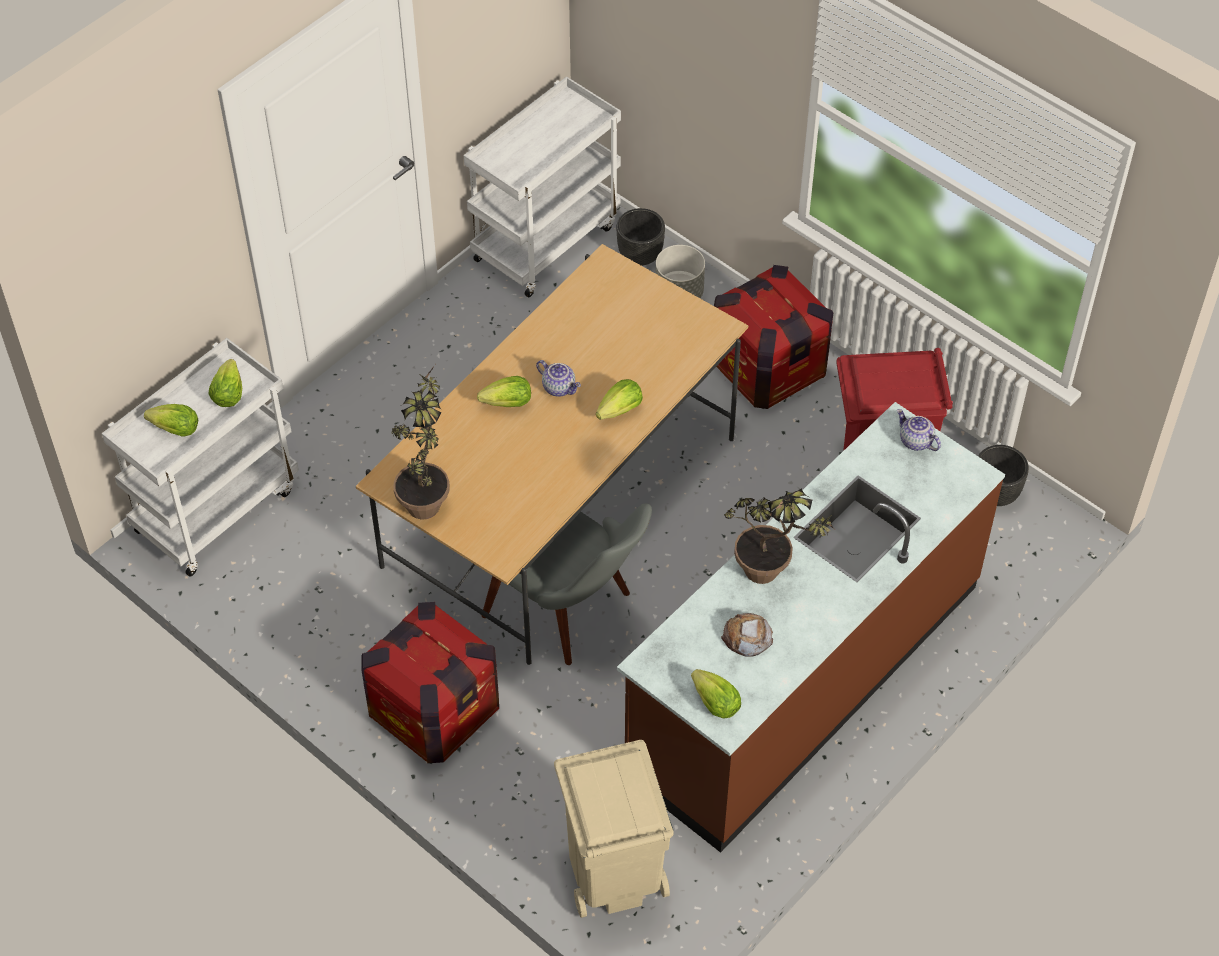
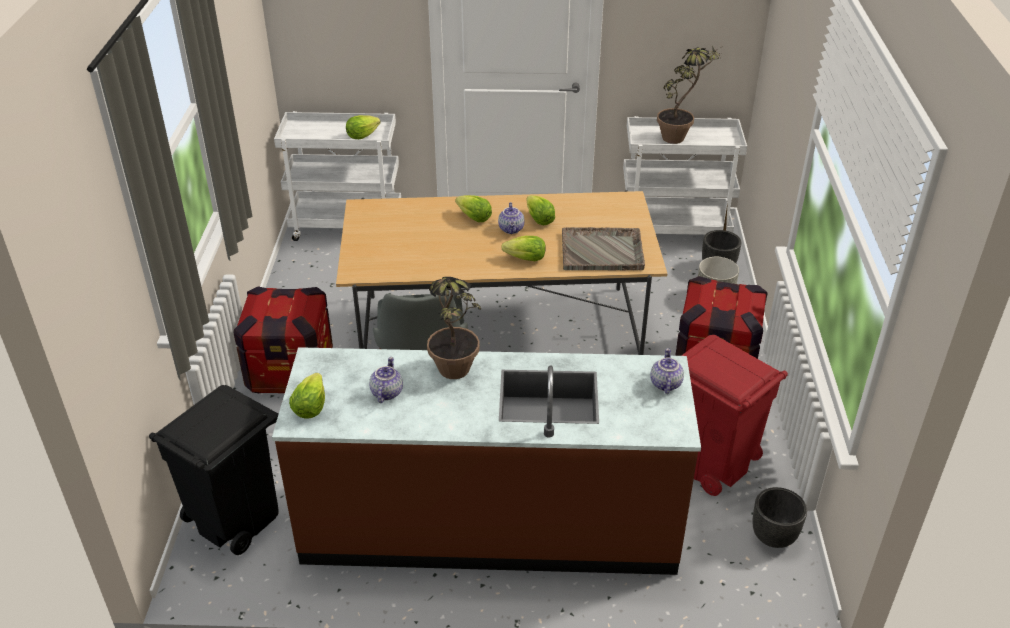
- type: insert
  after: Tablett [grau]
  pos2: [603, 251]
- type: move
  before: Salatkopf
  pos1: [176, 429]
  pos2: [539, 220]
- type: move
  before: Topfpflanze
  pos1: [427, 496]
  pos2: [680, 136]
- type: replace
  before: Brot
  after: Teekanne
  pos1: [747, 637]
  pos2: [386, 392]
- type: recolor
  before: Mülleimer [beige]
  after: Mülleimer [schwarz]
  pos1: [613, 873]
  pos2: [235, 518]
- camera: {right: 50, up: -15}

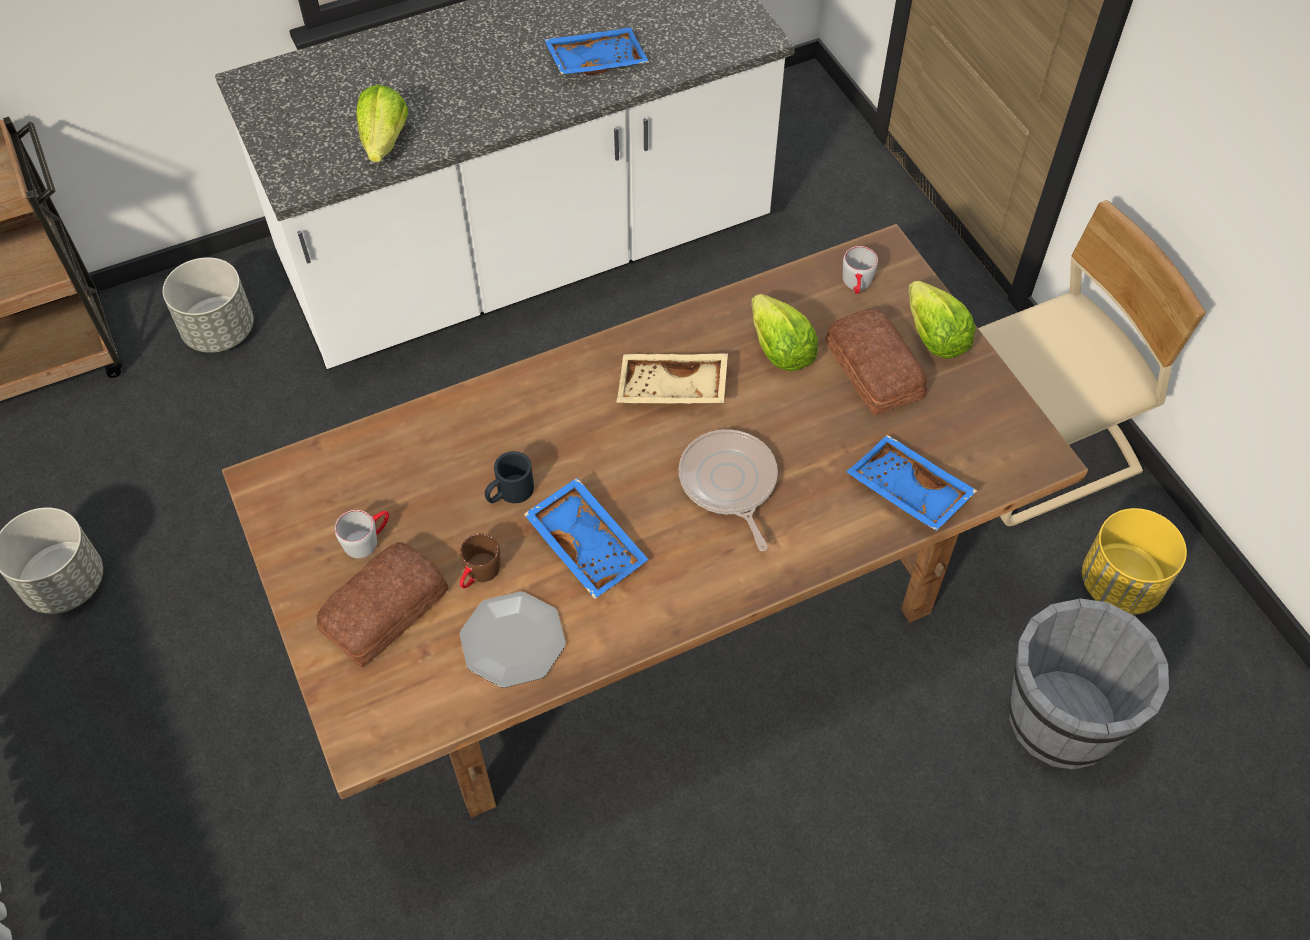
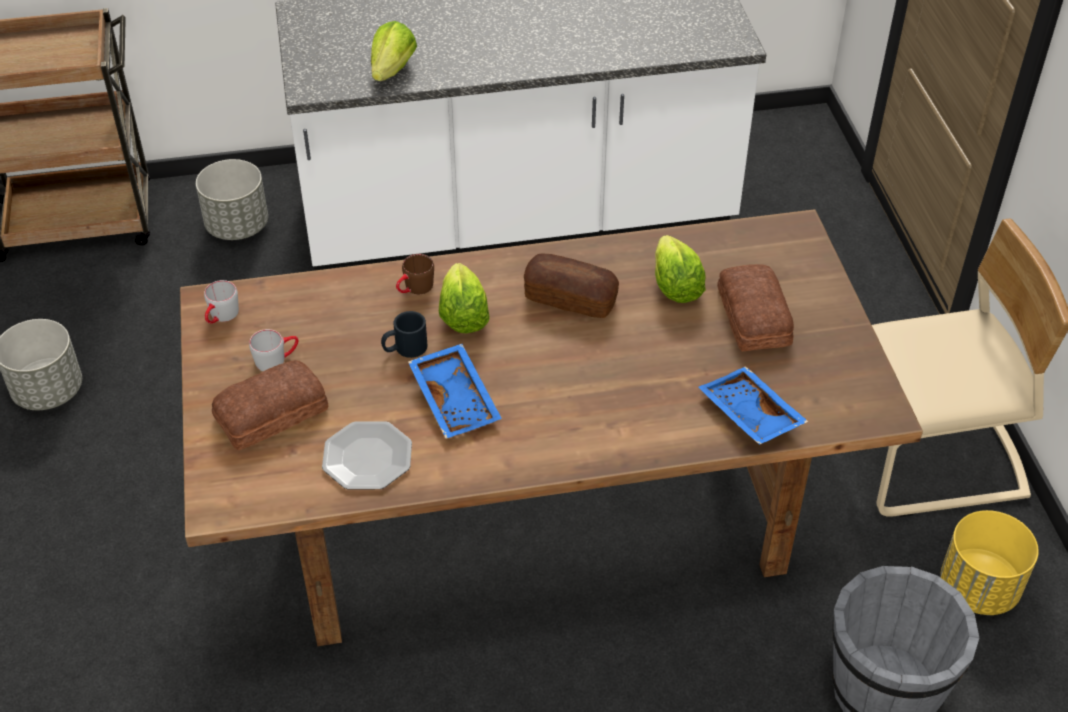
- type: delete
  before: Tablett [blau]
  pos1: [596, 61]
- type: delete
  before: Pfanne
  pos1: [729, 483]
- type: move
  before: Henkelbecher [braun]
  pos1: [479, 575]
  pos2: [414, 289]
- type: move
  before: Henkelbecher [grau]
  pos1: [857, 285]
  pos2: [221, 317]
- type: move
  before: Salatkopf
  pos1: [934, 337]
  pos2: [463, 315]
- type: replace
  before: Tablett [beige]
  after: Brot
  pos1: [672, 390]
  pos2: [570, 299]
- camera: {right: 15, up: -10}

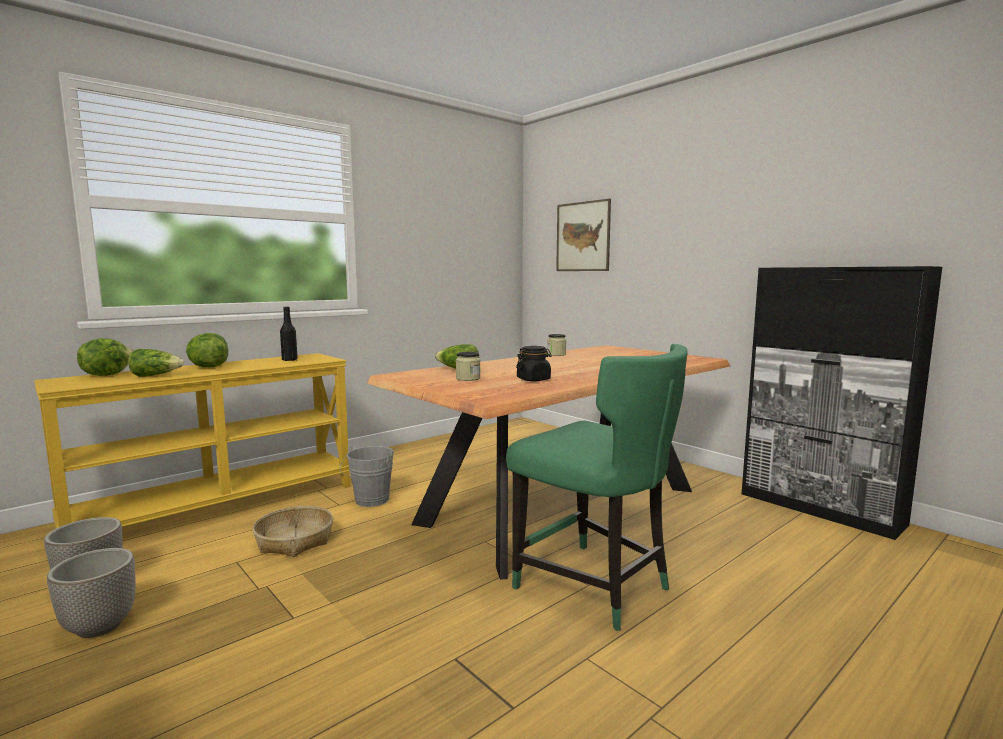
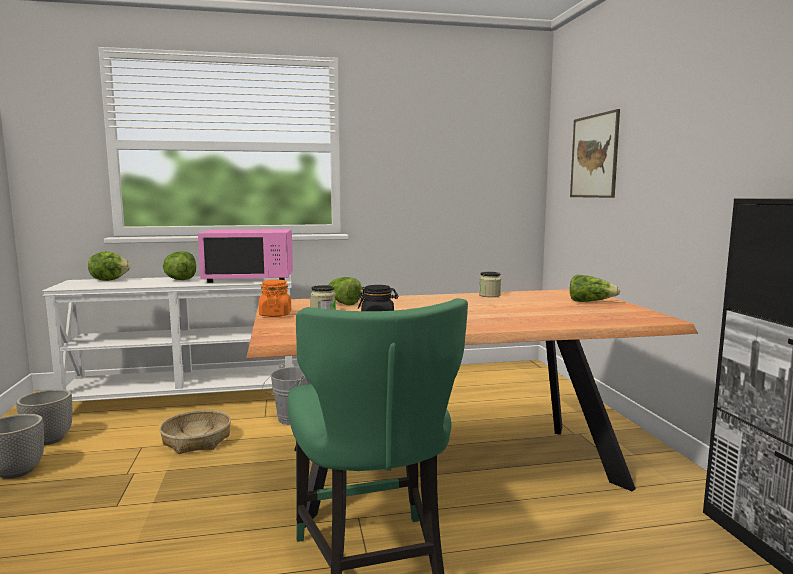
- type: insert
  after: Vorratsglas [orange]
  pos2: [275, 315]
- type: move
  before: Salatkopf
  pos1: [156, 376]
  pos2: [590, 302]
- type: replace
  before: Flasche [schwarz]
  after: Mikrowelle [rosa]
  pos1: [289, 360]
  pos2: [249, 278]
- type: recolor
  before: Konsolentisch [gelb]
  after: Konsolentisch [weiß]
  pos1: [219, 507]
  pos2: [186, 398]
- camera: {right: 30, up: 0}

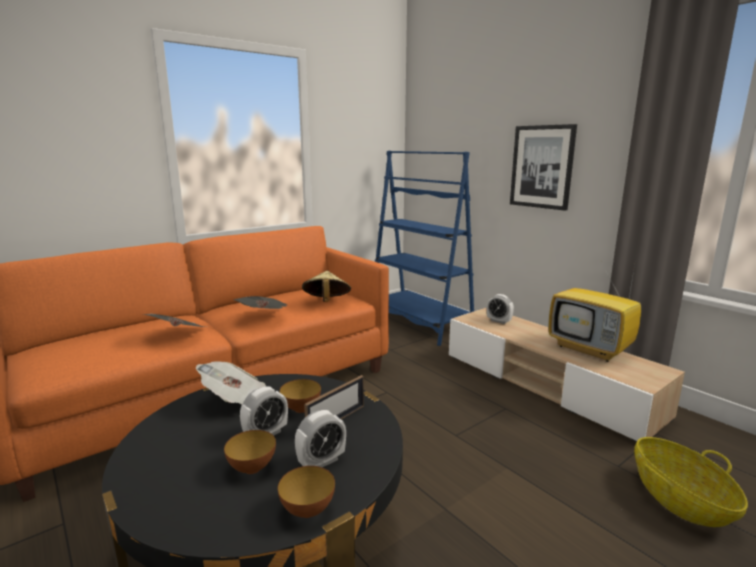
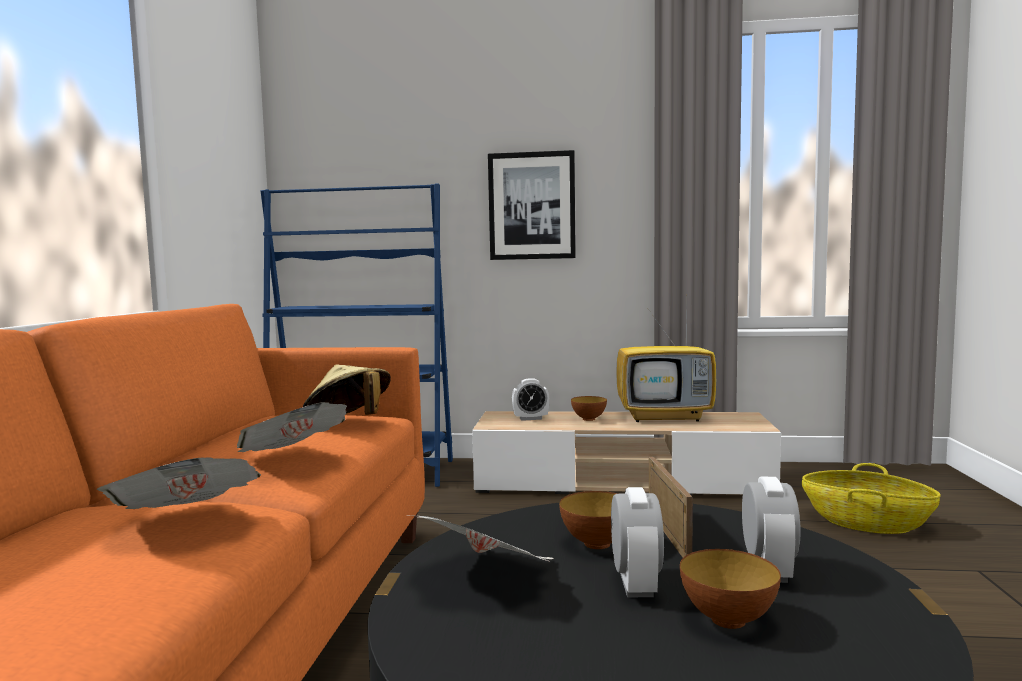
- type: move
  before: Schüssel
  pos1: [307, 510]
  pos2: [589, 419]
- camera: {right: -45, up: -10}

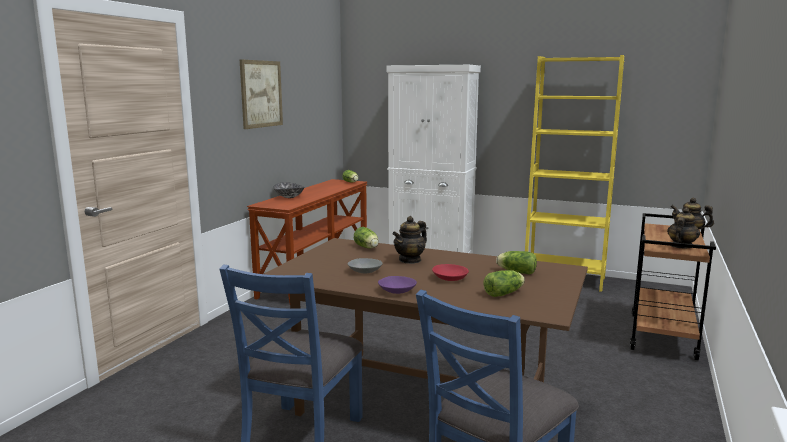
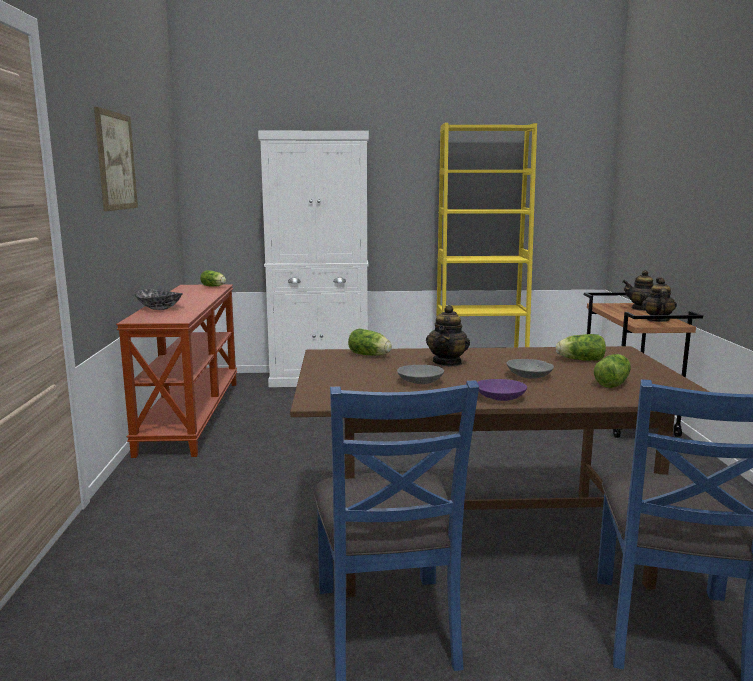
- type: recolor
  before: Schüssel [rot]
  after: Schüssel [grau]
  pos1: [450, 278]
  pos2: [530, 376]
- camera: {right: -25, up: 0}

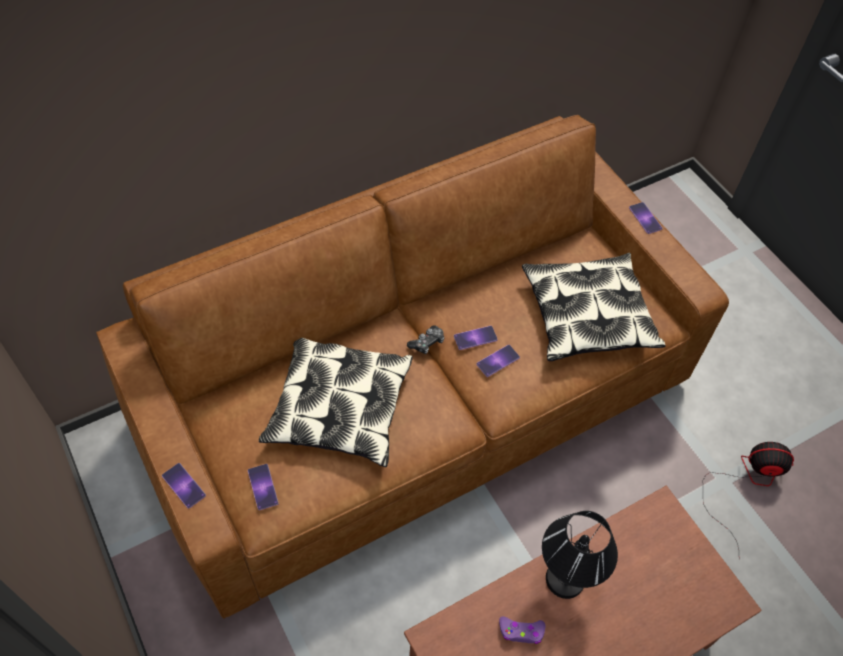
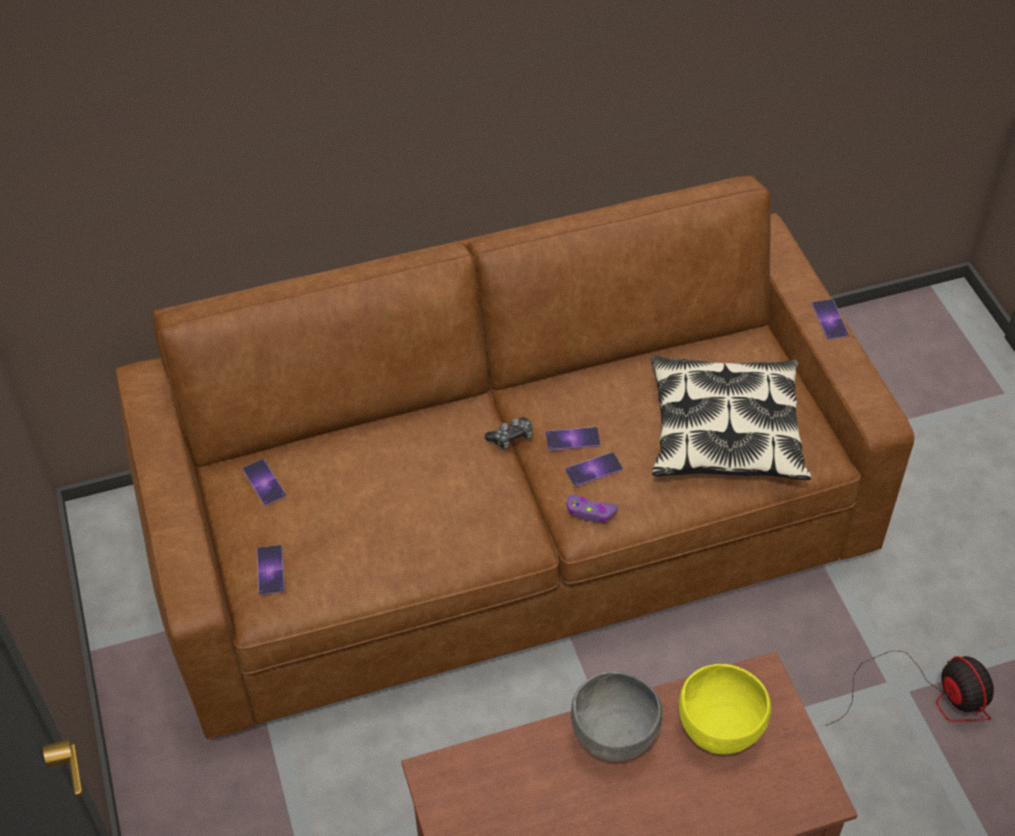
- type: delete
  before: Kissen
  pos1: [339, 408]
- type: insert
  after: Schüssel [gelb]
  pos2: [718, 729]
- type: move
  before: Handy
  pos1: [183, 485]
  pos2: [264, 482]
- type: move
  before: Gamepad [lila]
  pos1: [521, 632]
  pos2: [590, 512]
- type: replace
  before: Tischlampe [schwarz]
  after: Schüssel [grau]
  pos1: [564, 579]
  pos2: [613, 737]
- type: rotate
  before: Ventilator
  pos1: [746, 484]
  pos2: [928, 696]
  turn: 45
- camera: {right: 15, up: -5}

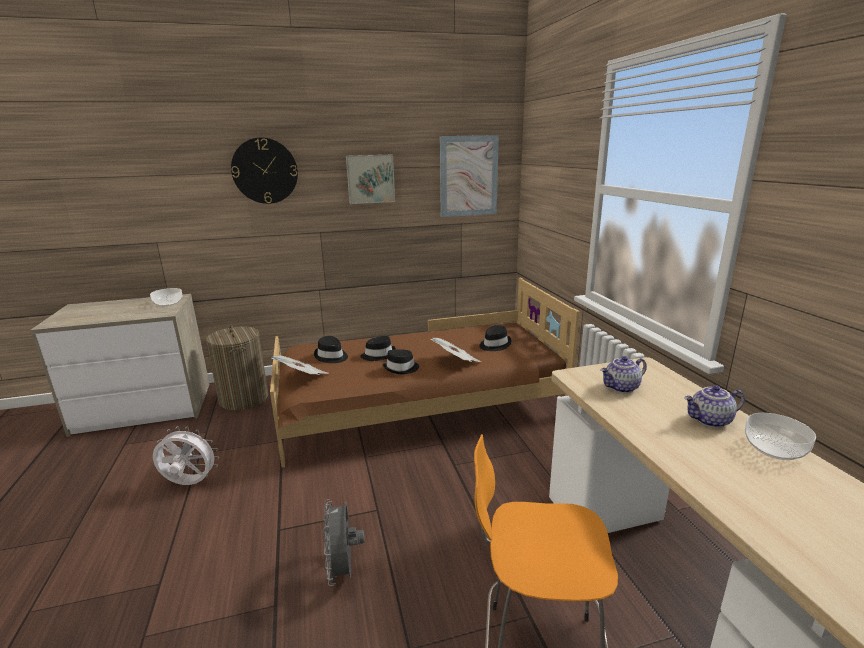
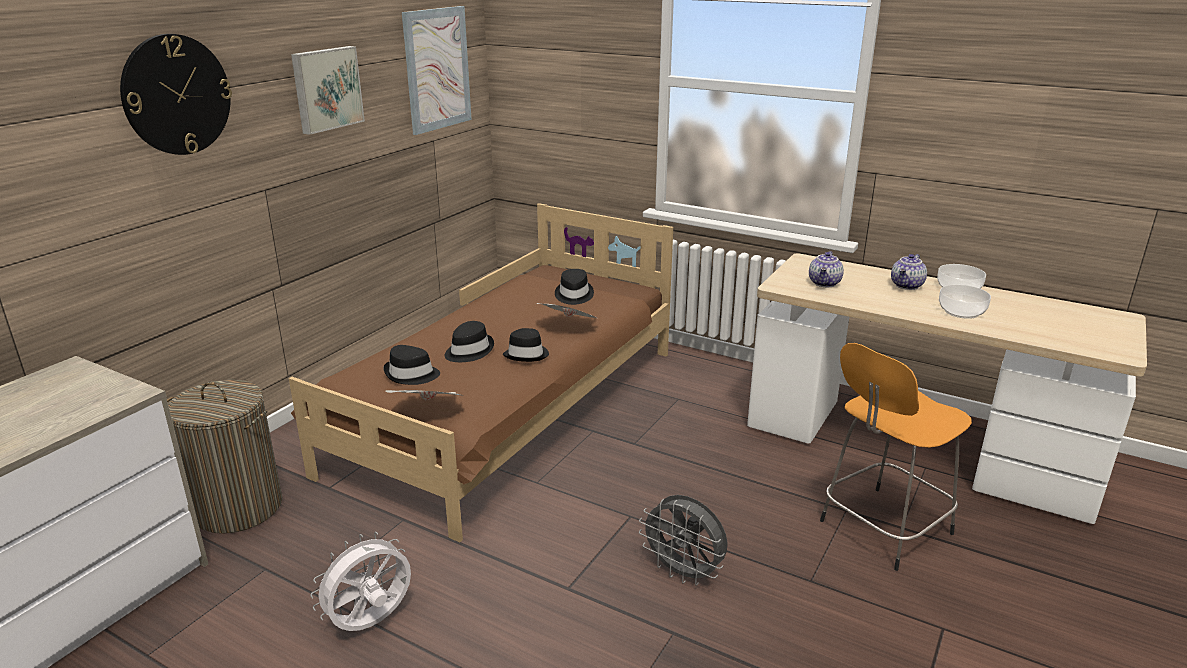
- type: move
  before: Schüssel
  pos1: [168, 303]
  pos2: [962, 311]
- camera: {right: -45, up: 5}

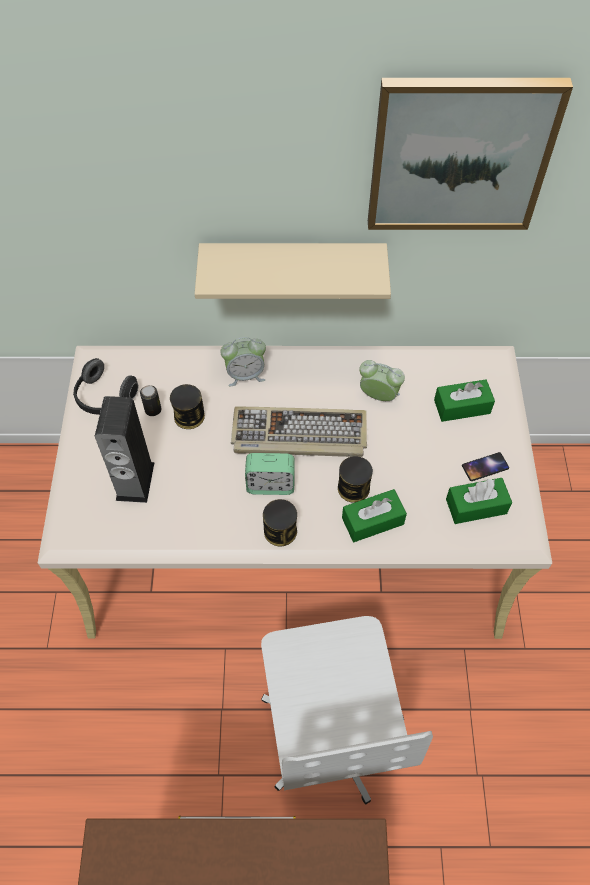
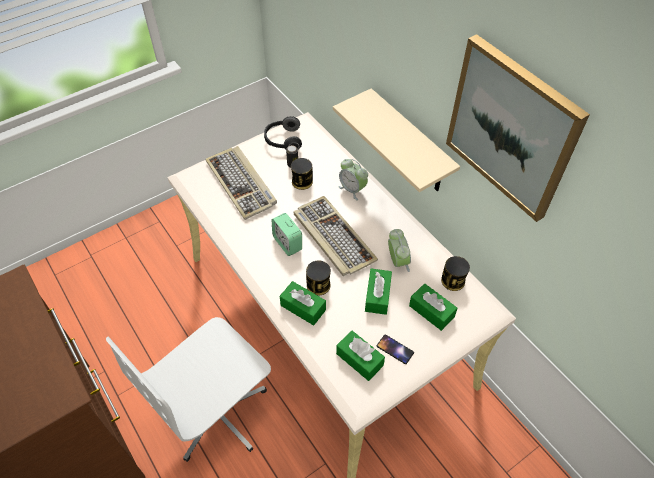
- type: insert
  after: Taschentuchbox [grün]
  pos2: [377, 296]
- type: move
  before: Dose
  pos1: [280, 531]
  pos2: [453, 281]
- type: replace
  before: Lautsprecher
  after: Tastatur
  pos1: [135, 481]
  pos2: [242, 184]
- camera: {right: 55, up: -5}

